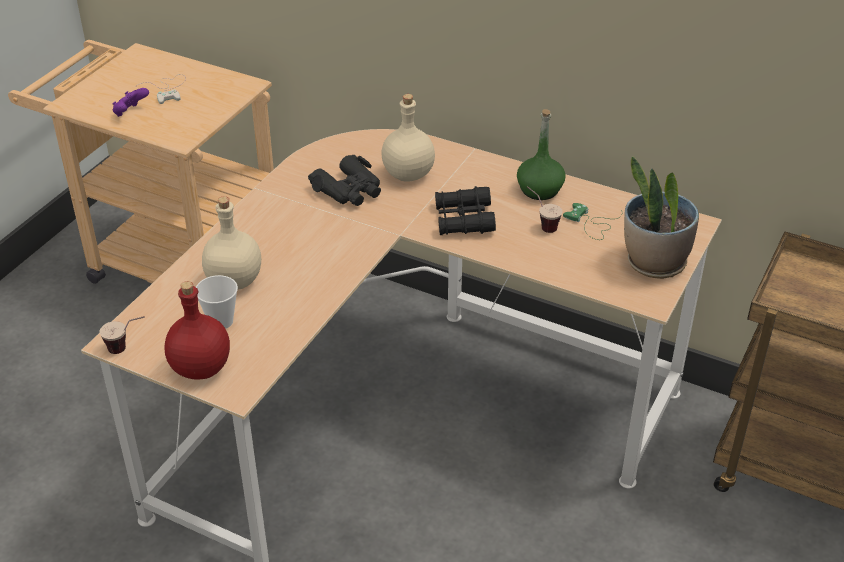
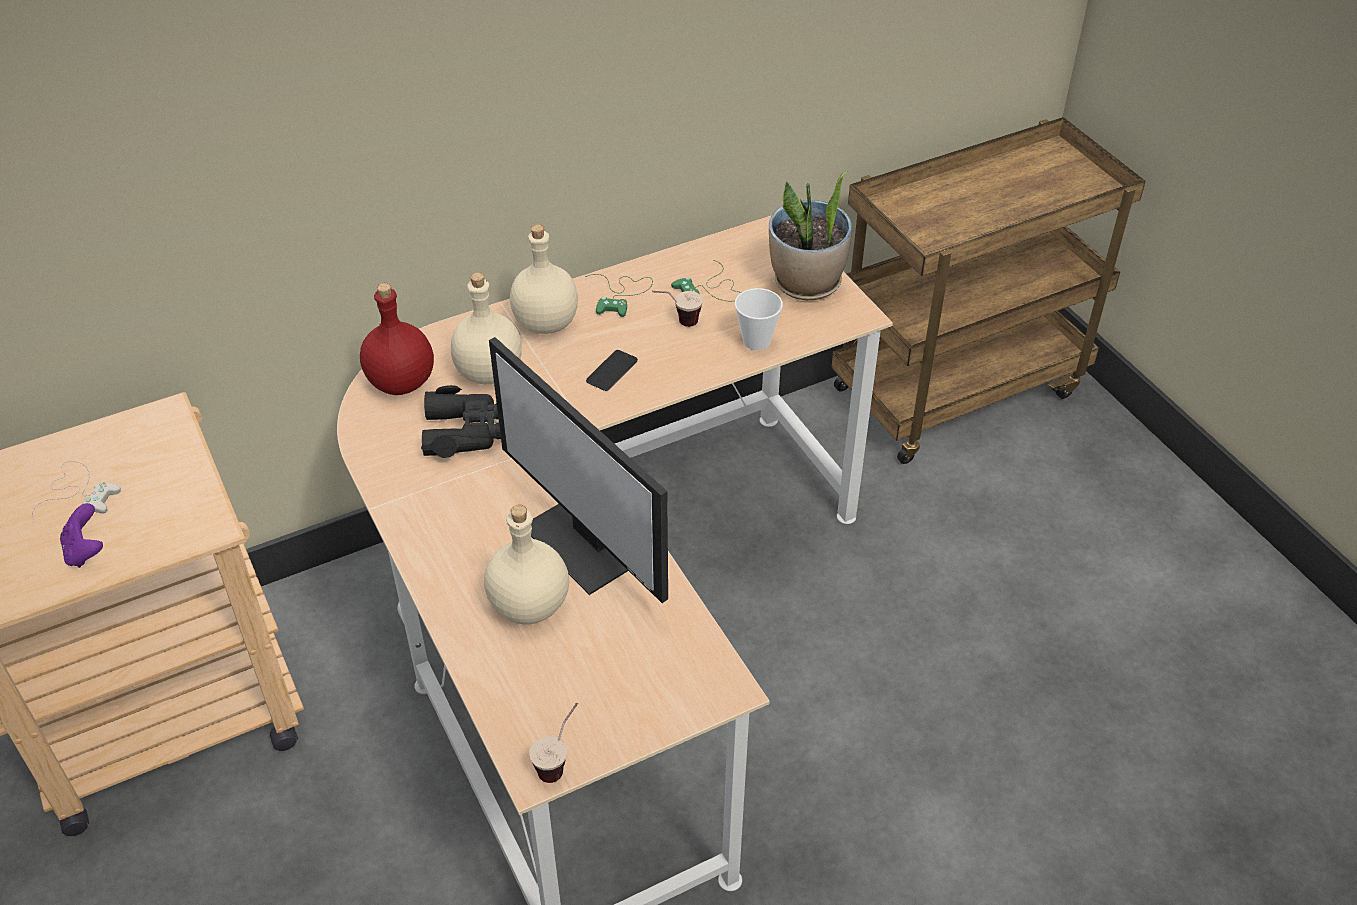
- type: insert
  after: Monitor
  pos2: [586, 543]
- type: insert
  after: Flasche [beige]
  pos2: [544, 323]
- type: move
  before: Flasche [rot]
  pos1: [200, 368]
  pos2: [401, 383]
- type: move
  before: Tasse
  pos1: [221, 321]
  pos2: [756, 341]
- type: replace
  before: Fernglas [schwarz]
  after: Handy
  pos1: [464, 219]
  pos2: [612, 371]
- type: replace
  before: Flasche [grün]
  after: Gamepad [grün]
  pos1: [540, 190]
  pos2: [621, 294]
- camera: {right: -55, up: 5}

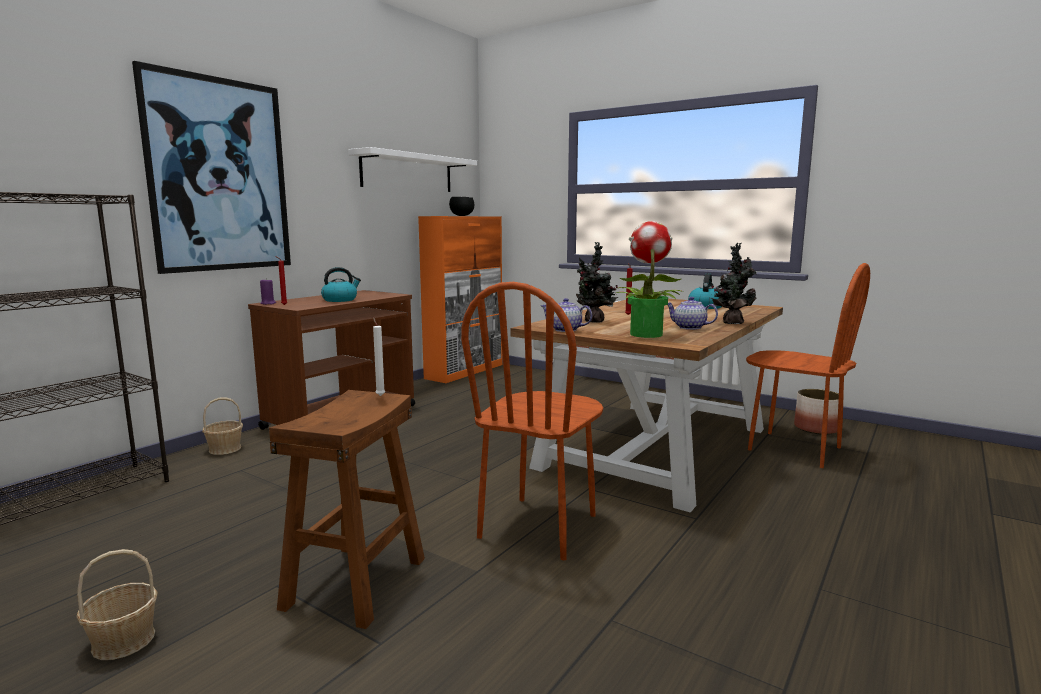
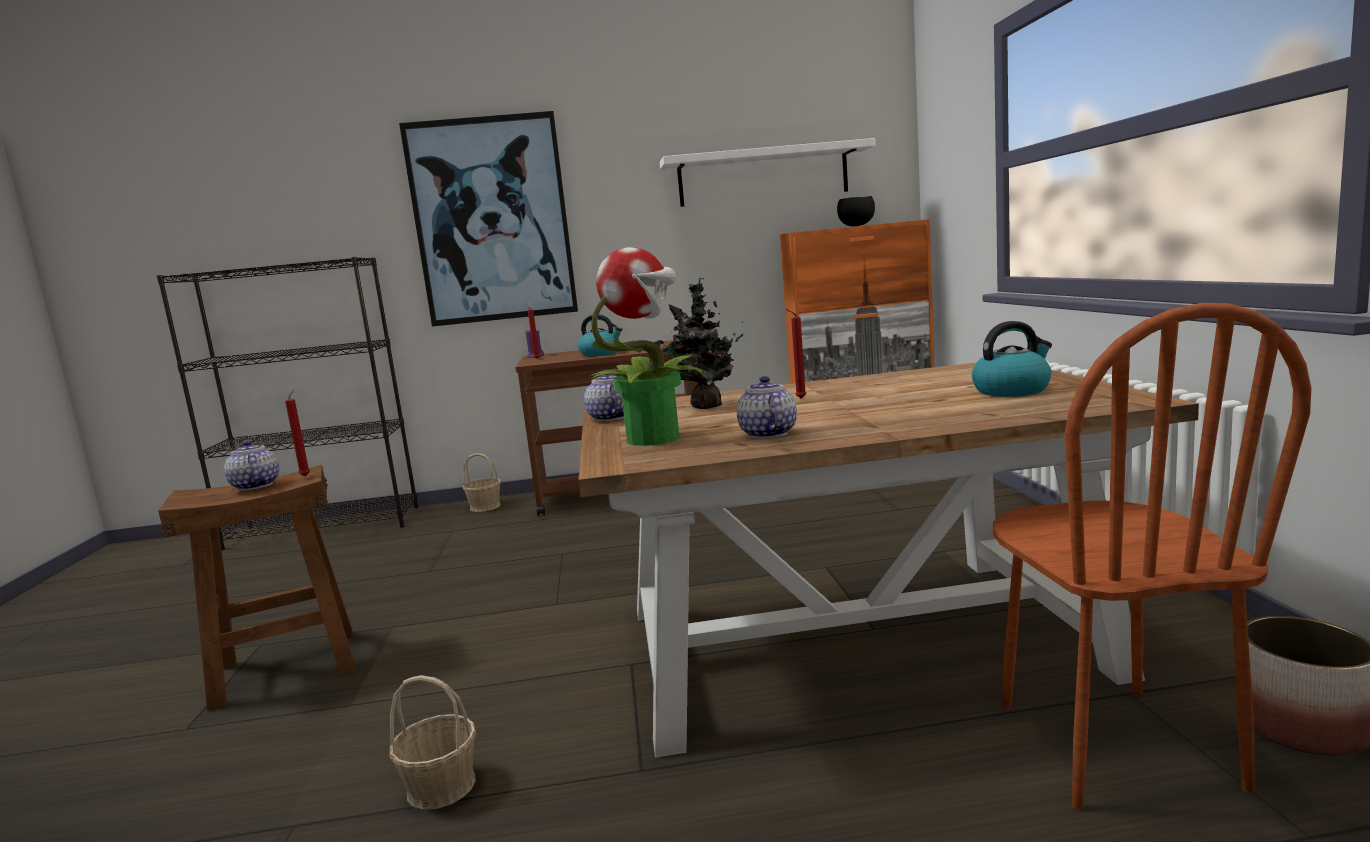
- type: delete
  before: Stuhl [braun]
  pos1: [539, 526]
- type: delete
  before: Topfpflanze
  pos1: [731, 323]
- type: insert
  after: Teekanne
  pos2: [254, 486]
- type: move
  before: Korb
  pos1: [123, 641]
  pos2: [441, 786]
- type: recolor
  before: Kerze [weiß]
  after: Kerze [rot]
  pos1: [380, 395]
  pos2: [306, 476]
- camera: {right: 50, up: 0}

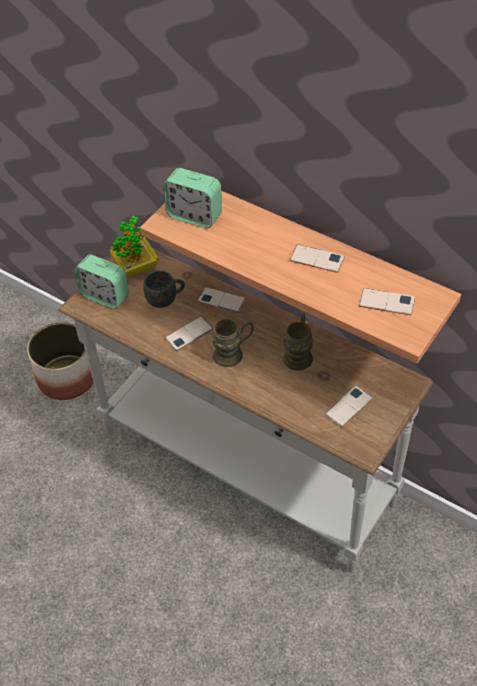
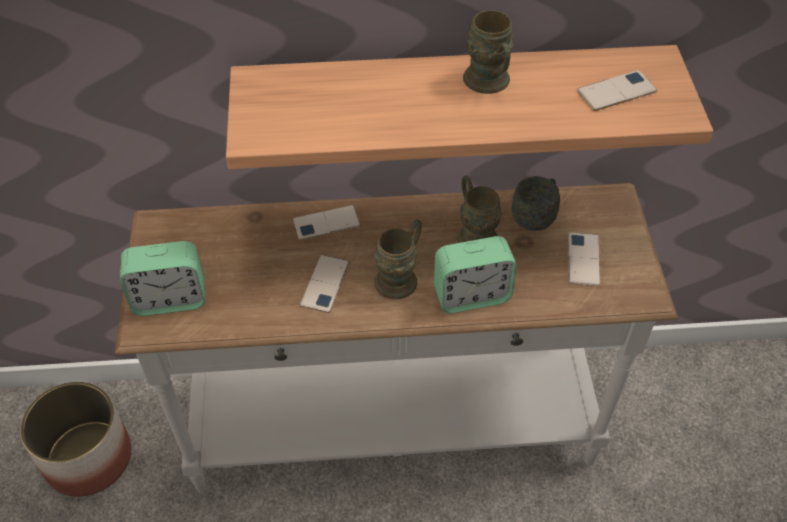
- type: delete
  before: Topfpflanze
  pos1: [135, 267]
- type: move
  before: Henkelbecher [grau]
  pos1: [165, 299]
  pos2: [536, 216]
- type: move
  before: Wecker
  pos1: [194, 215]
  pos2: [471, 295]
- type: replace
  before: Handy
  after: Henkelbecher [braun]
  pos1: [317, 259]
  pos2: [489, 84]
- camera: {right: -40, up: 0}

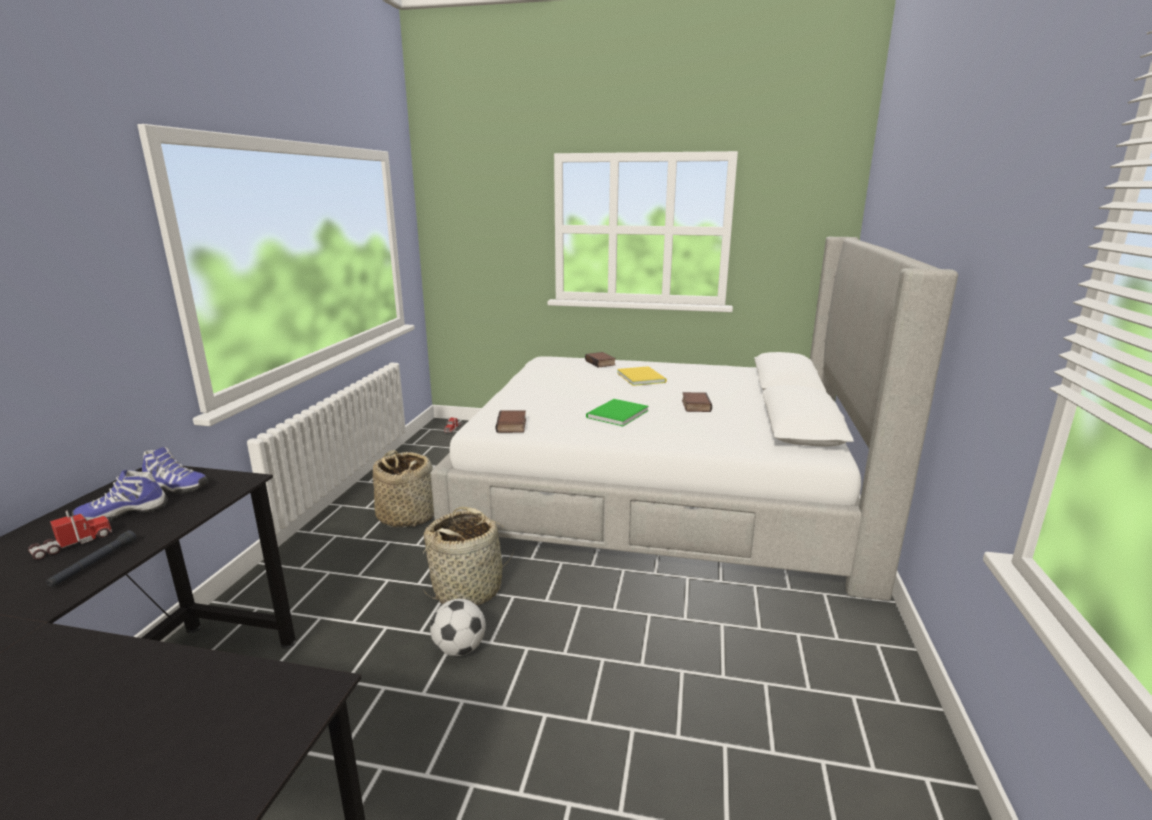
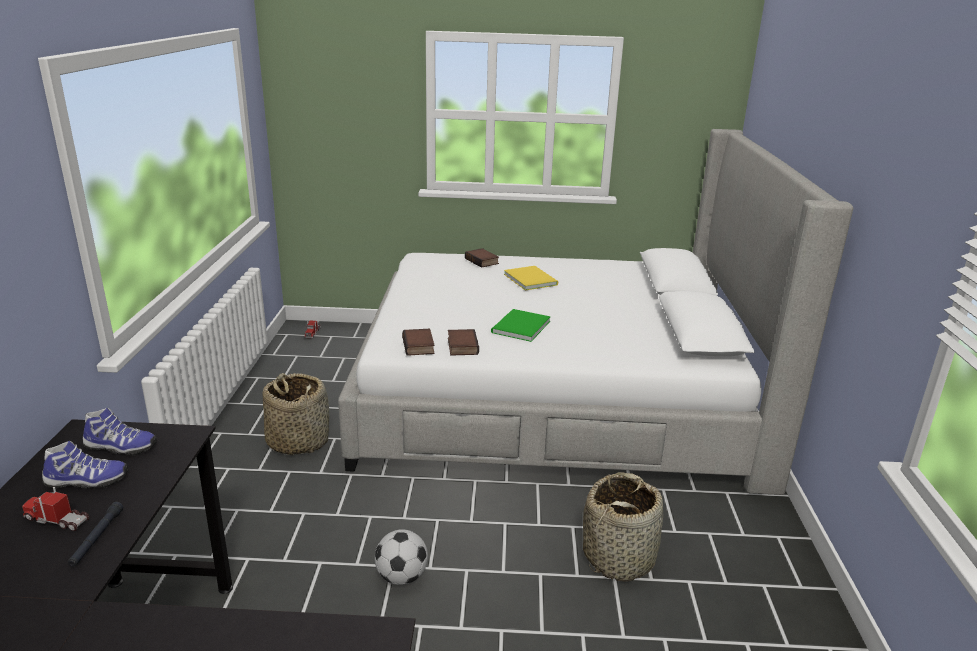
- type: move
  before: Korb
  pos1: [468, 589]
  pos2: [619, 557]
- type: move
  before: Buch
  pos1: [695, 405]
  pos2: [461, 346]
- type: rotate
  before: Spielzeuglaster
  pos1: [72, 544]
  pos2: [57, 520]
  turn: -105
- type: rotate
  before: Schuh
  pos1: [123, 513]
  pos2: [86, 481]
  turn: -150
- camera: {right: -10, up: 5}

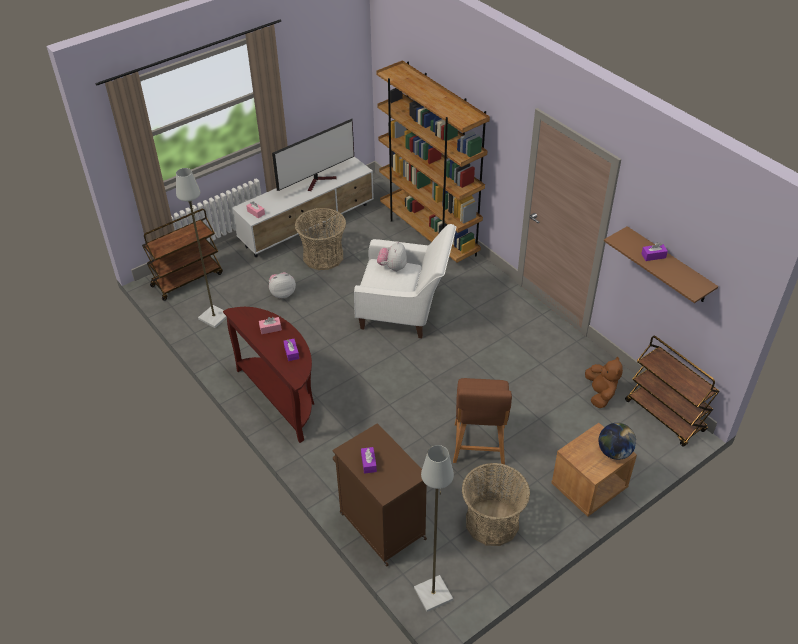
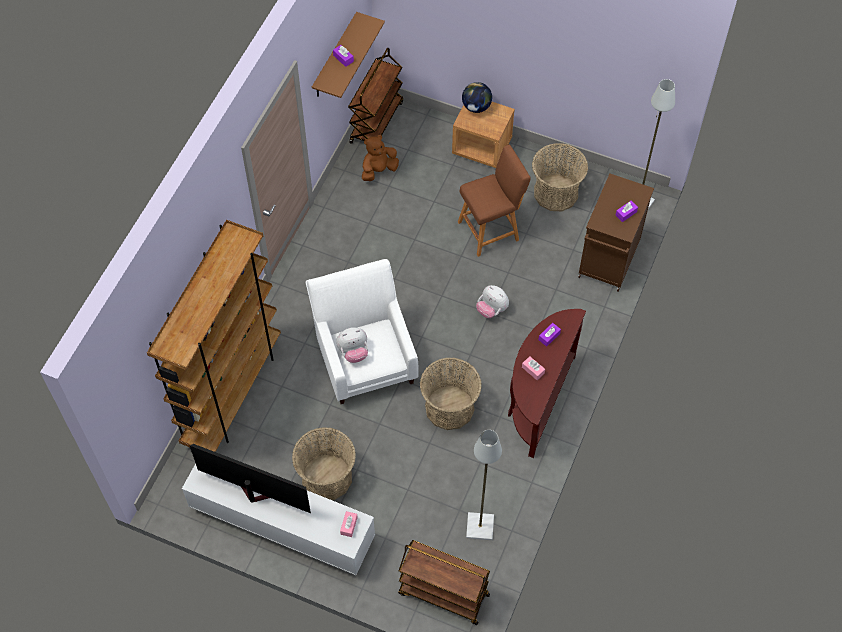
- type: insert
  after: Korb
  pos2: [449, 407]
- type: move
  before: Plüschtier
  pos1: [282, 293]
  pos2: [492, 309]
- camera: {right: -120, up: 15}

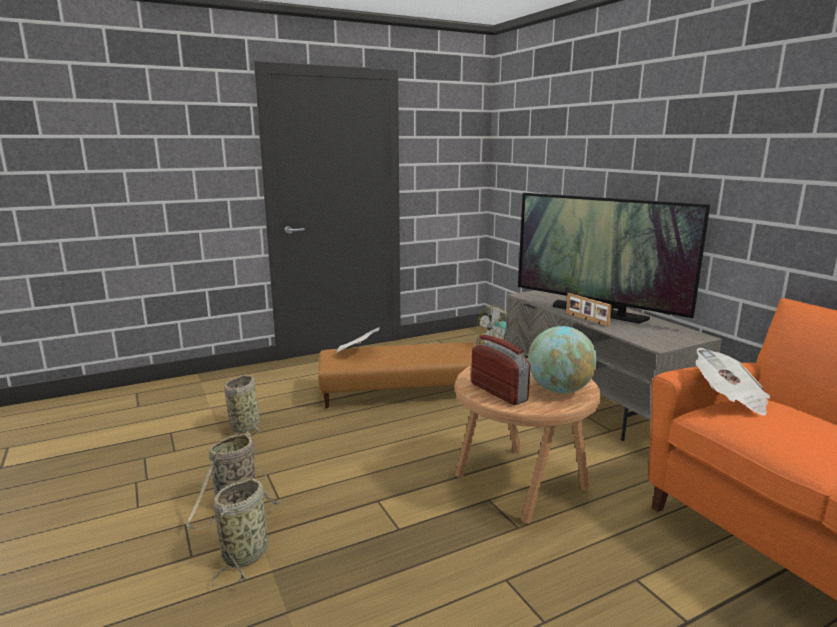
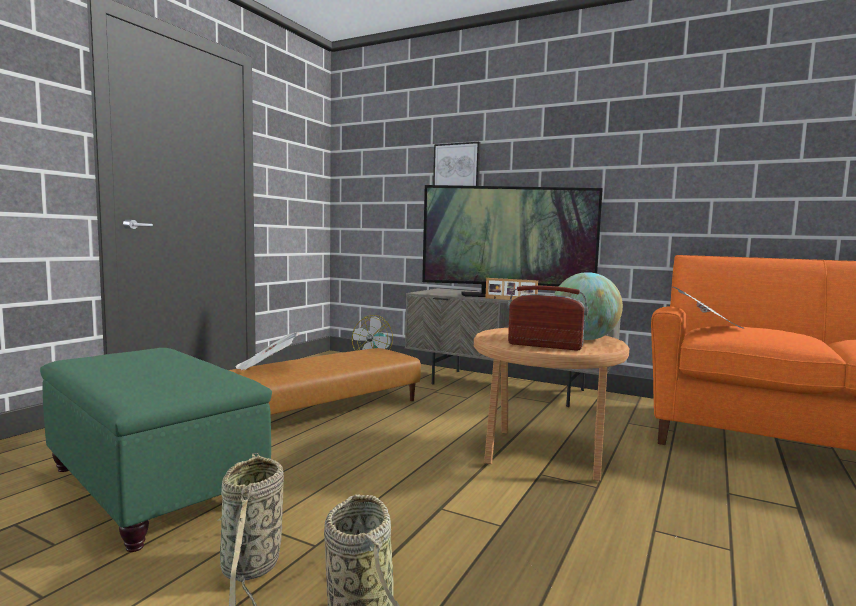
- type: insert
  after: Bild
  pos2: [457, 168]
- type: replace
  before: Korb
  after: Polsterhocker [grün]
  pos1: [245, 426]
  pos2: [152, 485]
- camera: {right: -35, up: -10}

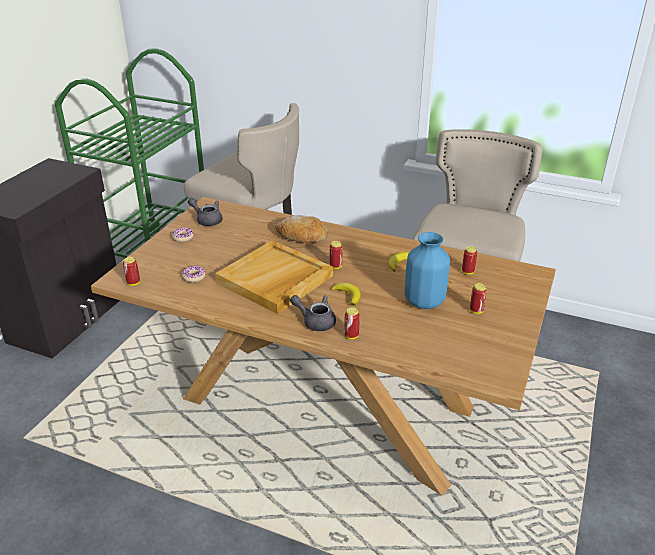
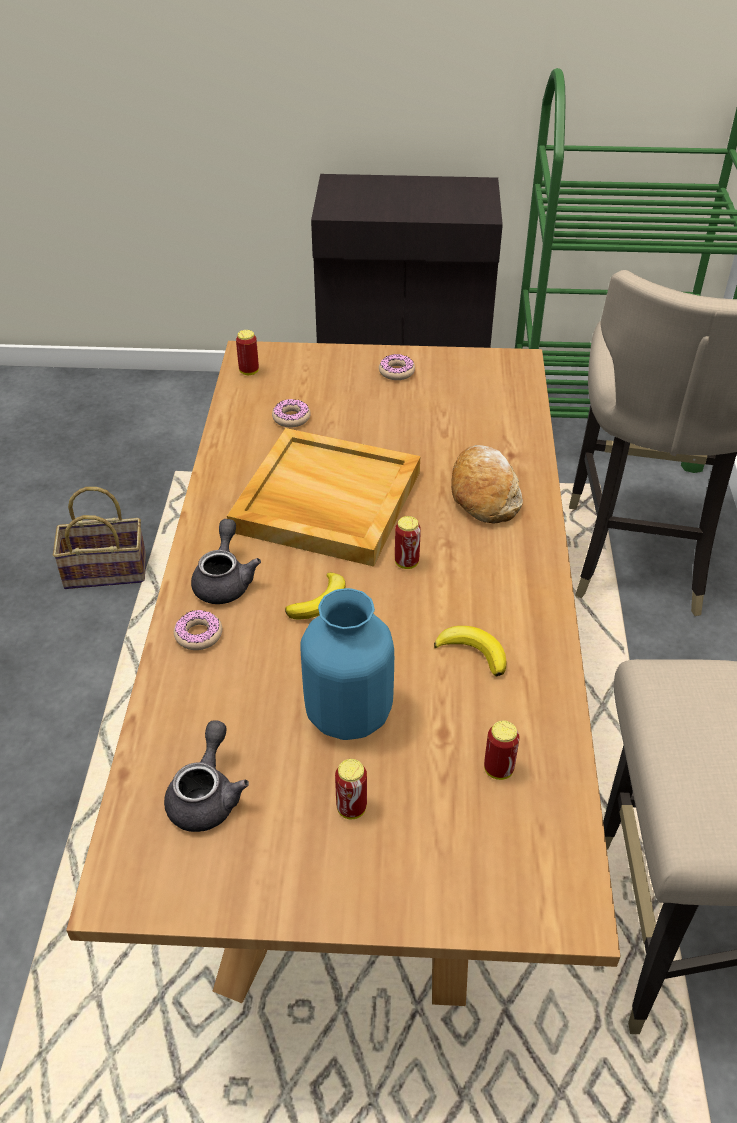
- type: insert
  after: Korb
  pos2: [108, 570]
- type: move
  before: Teekanne [grau]
  pos1: [207, 220]
  pos2: [207, 795]
- type: replace
  before: Dose
  after: Donut
  pos1: [351, 336]
  pos2: [198, 635]
- camera: {right: 70, up: 10}

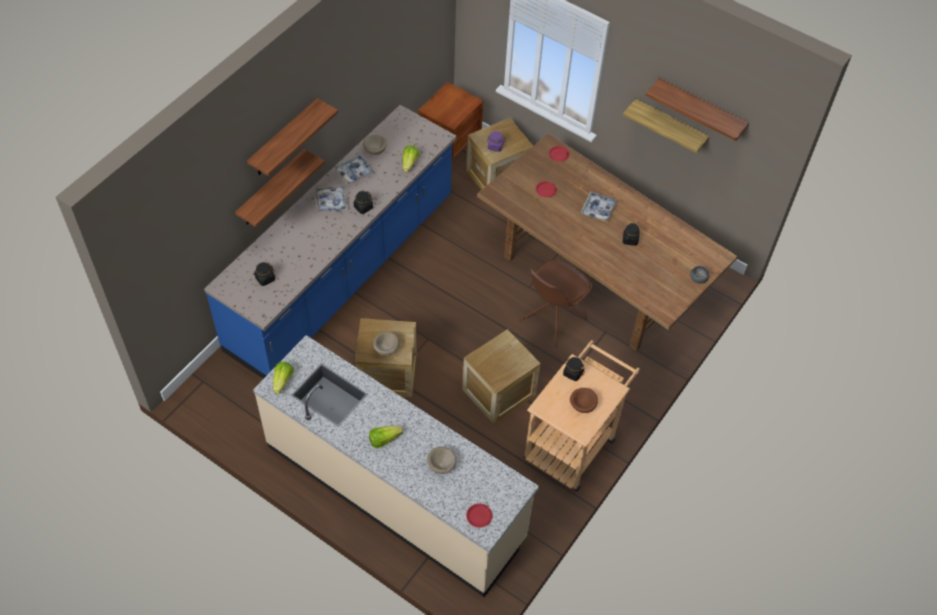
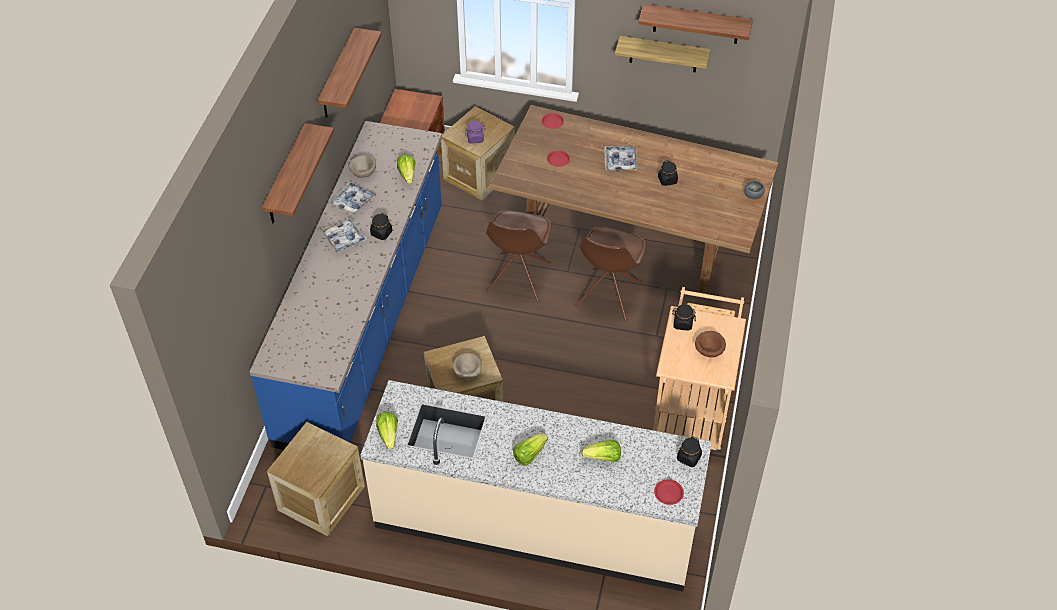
- type: insert
  after: Stuhl [braun]
  pos2: [518, 278]
- type: move
  before: Wandregal
  pos1: [271, 189]
  pos2: [338, 75]
- type: move
  before: Vorratsglas [schwarz]
  pos1: [265, 279]
  pos2: [688, 458]
- type: move
  before: Kiste
  pos1: [499, 392]
  pos2: [321, 498]
- type: replace
  before: Schüssel [beige]
  after: Salatkopf
  pos1: [441, 465]
  pos2: [603, 458]
- camera: {right: -20, up: -5}

